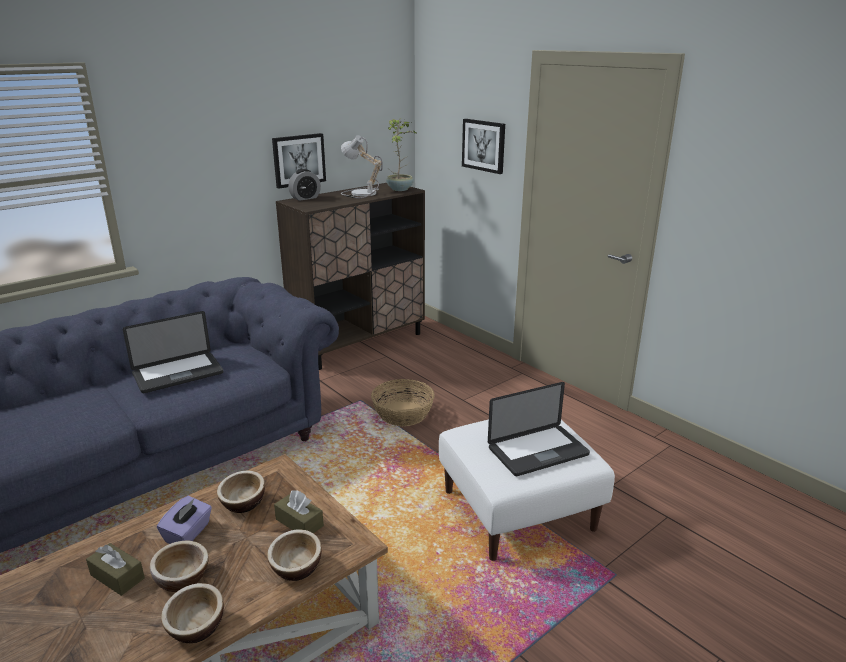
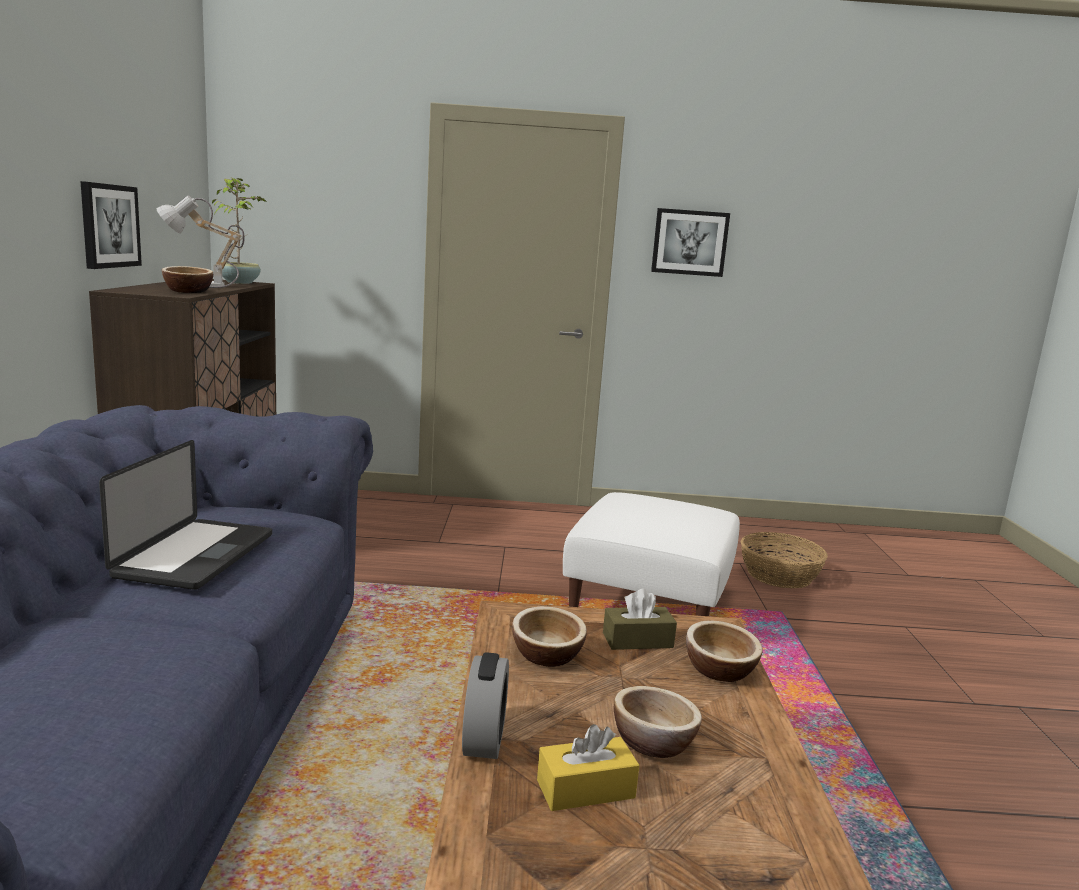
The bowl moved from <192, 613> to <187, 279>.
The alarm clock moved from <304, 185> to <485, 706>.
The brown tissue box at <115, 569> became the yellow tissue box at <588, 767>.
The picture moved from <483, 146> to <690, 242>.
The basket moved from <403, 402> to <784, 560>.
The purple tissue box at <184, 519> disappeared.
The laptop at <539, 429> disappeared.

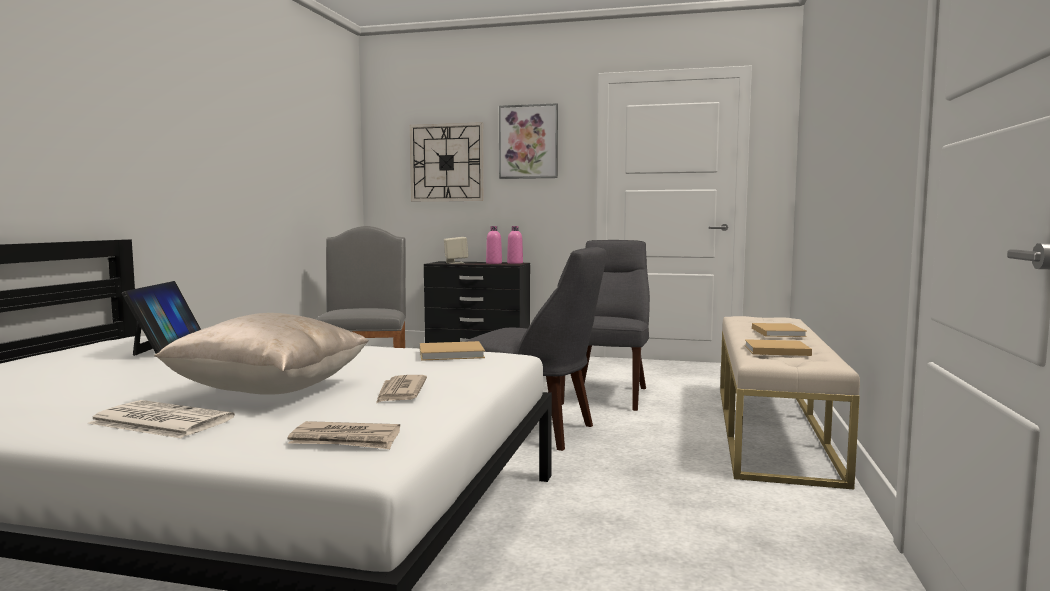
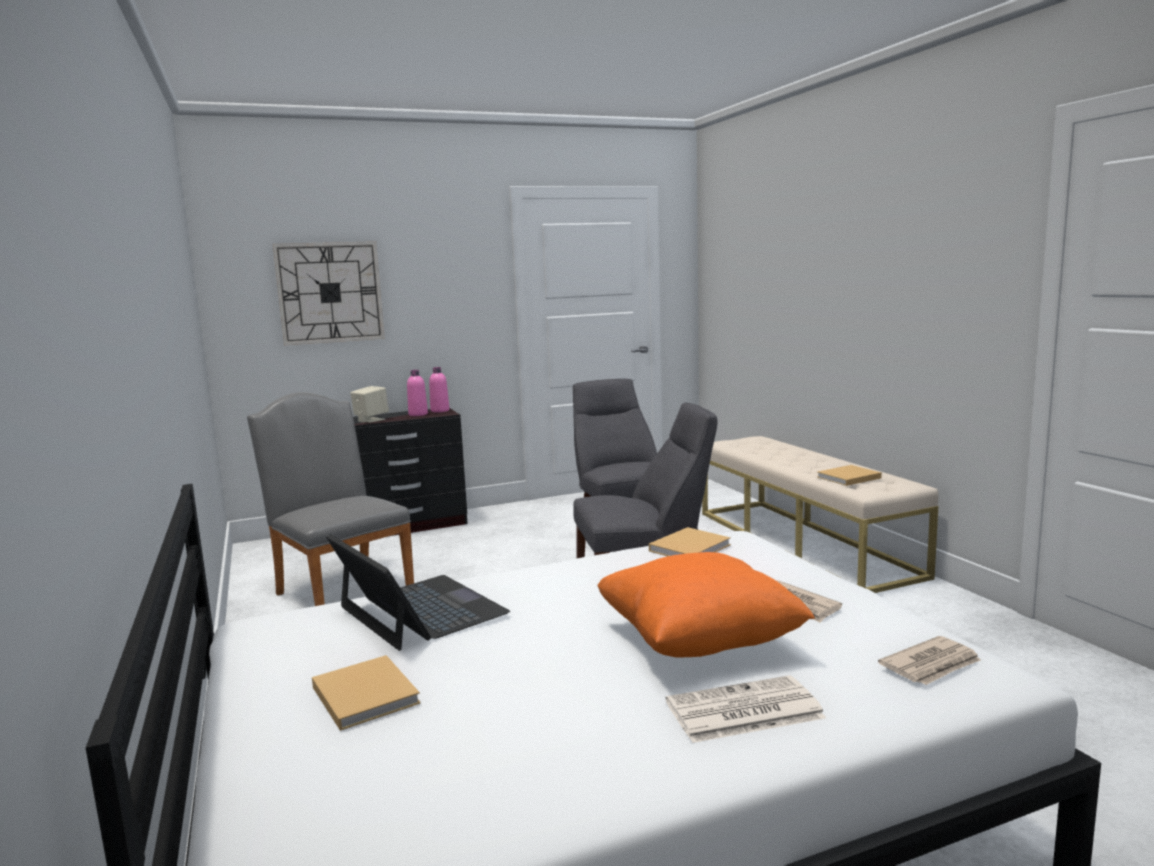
The beige book moved from <779, 330> to <366, 693>.
The beige pillow at <261, 354> became the orange pillow at <706, 604>.
The picture at <528, 141> disappeared.

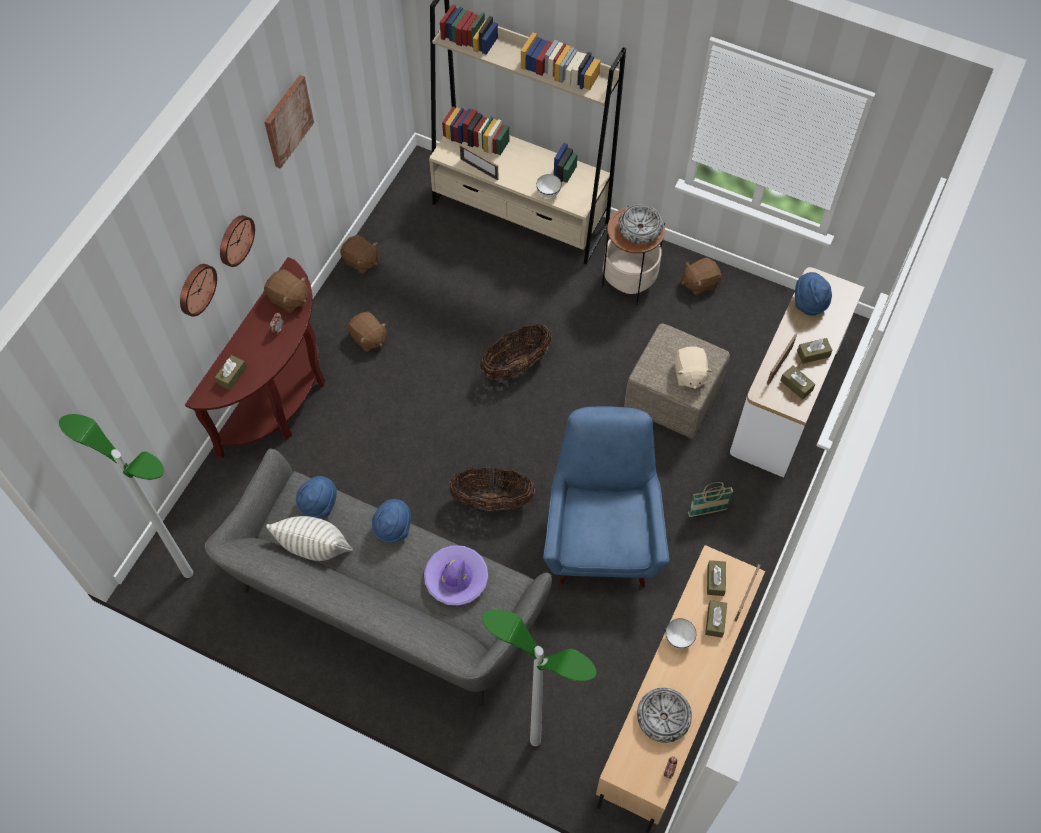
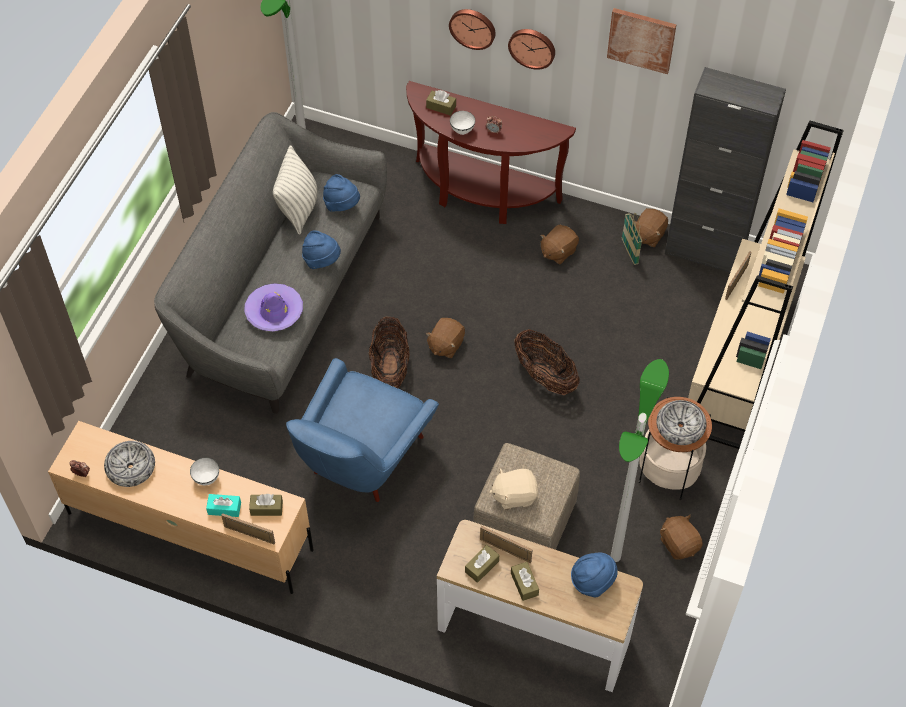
The brown tissue box at <716, 619> became the turquoise tissue box at <223, 505>.
The blue armchair at <606, 496> turned 120 degrees clockwise.
The brown plush toy moved from <286, 291> to <445, 338>.
The white bowl moved from <549, 186> to <462, 123>.
The floor lamp moved from <539, 677> to <640, 460>.
The basket moved from <710, 499> to <632, 239>.
The black cabinet at <725, 169> appeared.

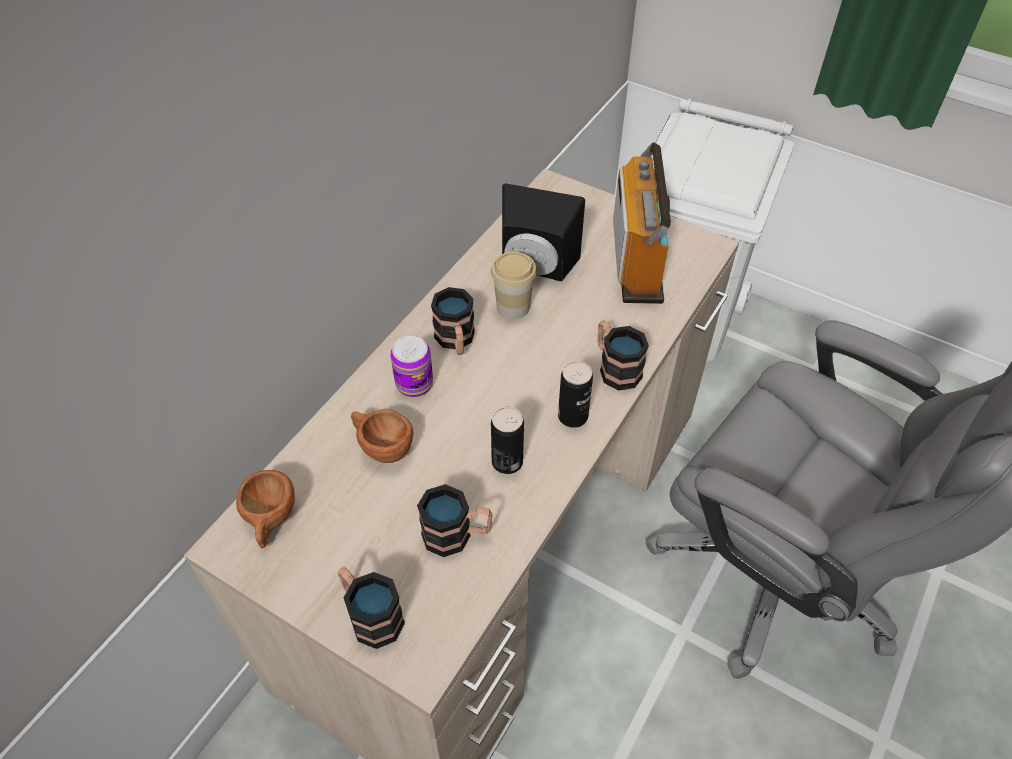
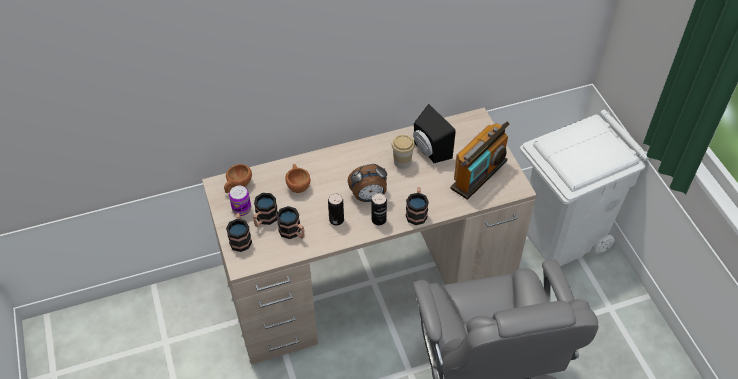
The can moved from <411, 366> to <240, 201>.
The mug moved from <453, 321> to <265, 210>.
The alarm clock at <367, 183> appeared.

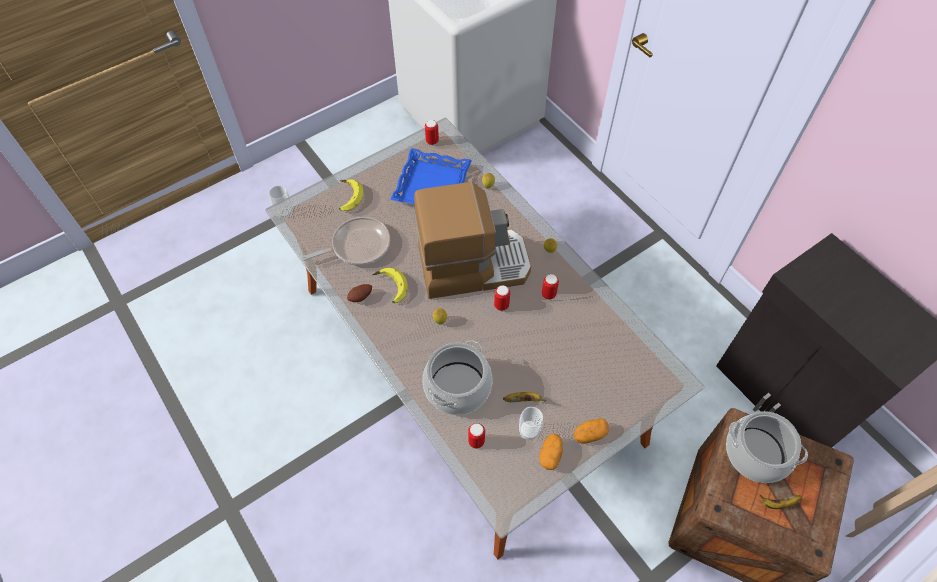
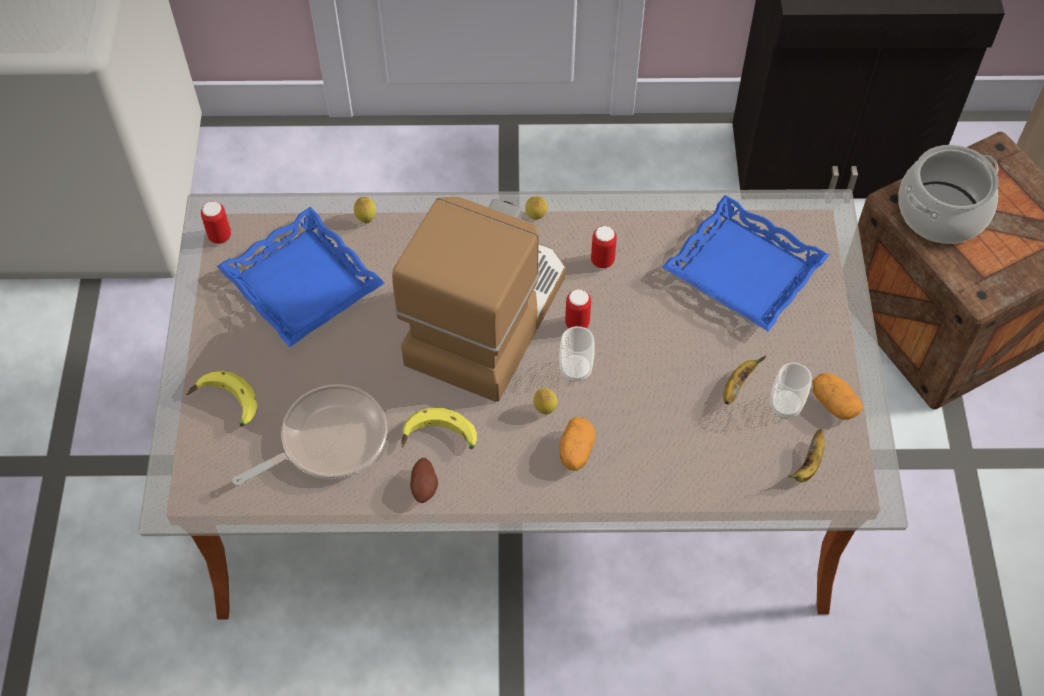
The frying pan at <345, 241> turned 45 degrees clockwise.
The cup moved from <281, 202> to <577, 354>.
The potato moved from <591, 431> to <577, 444>.
The blue tray at <745, 263> appeared.
The banana moved from <781, 502> to <806, 455>.
The cooking pot at <457, 378> disappeared.
The can at <476, 436> disappeared.

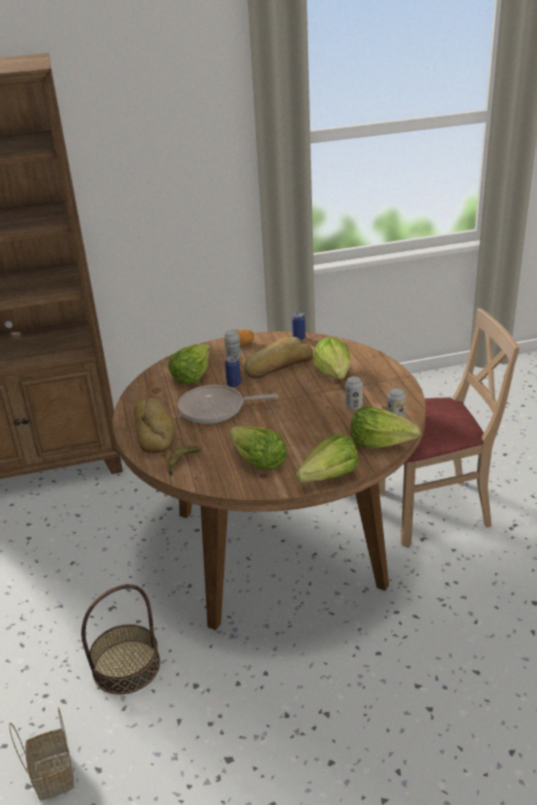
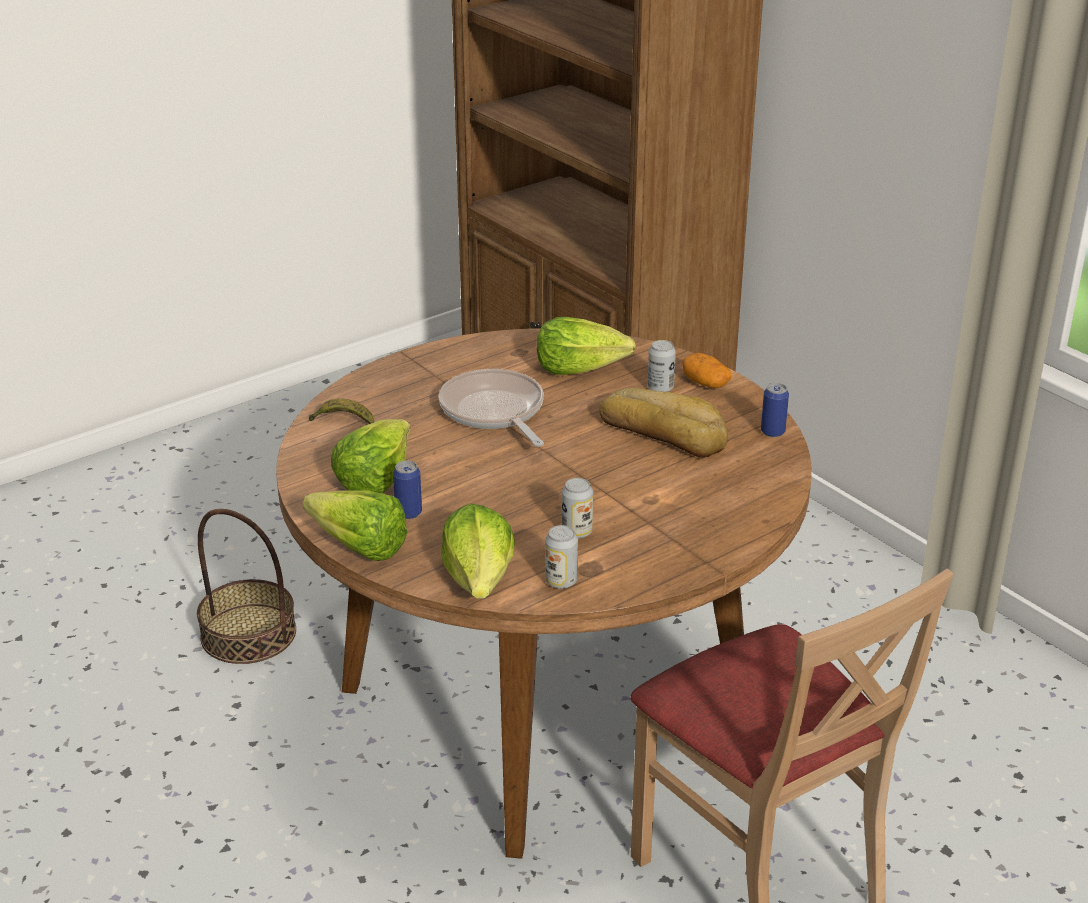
The can moved from <233, 371> to <407, 489>.
The basket at <41, 754> disappeared.
The bread at <155, 425> disappeared.
The lettuce at <332, 358> disappeared.

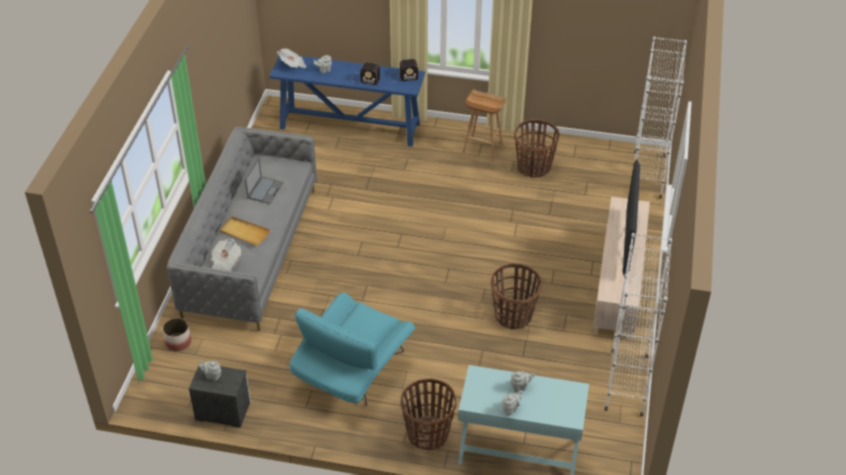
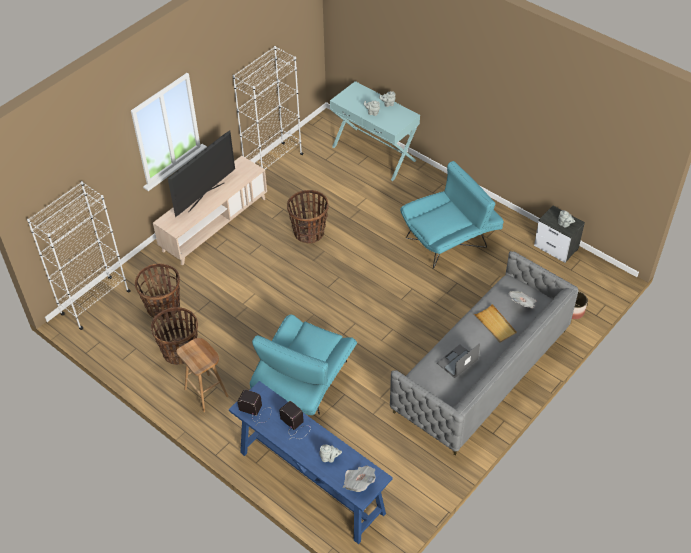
The basket moved from <429, 414> to <157, 292>.
The turquoise armchair at <303, 364> appeared.

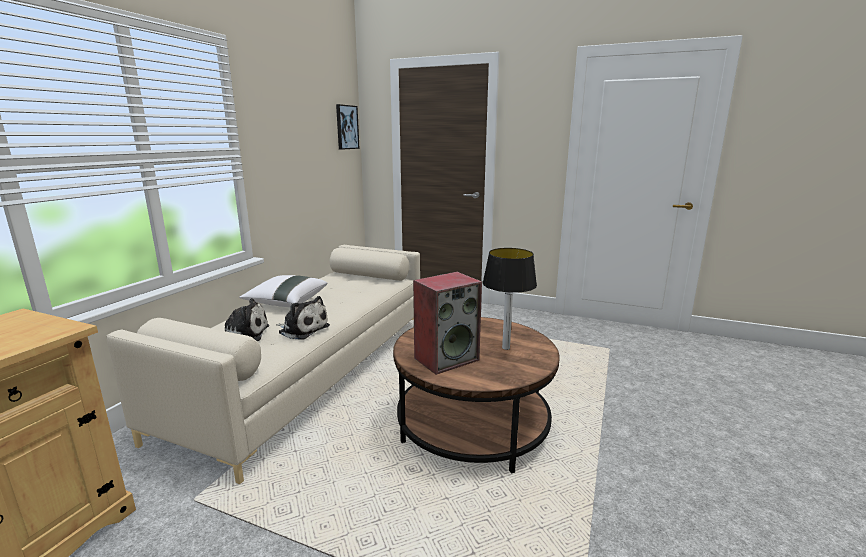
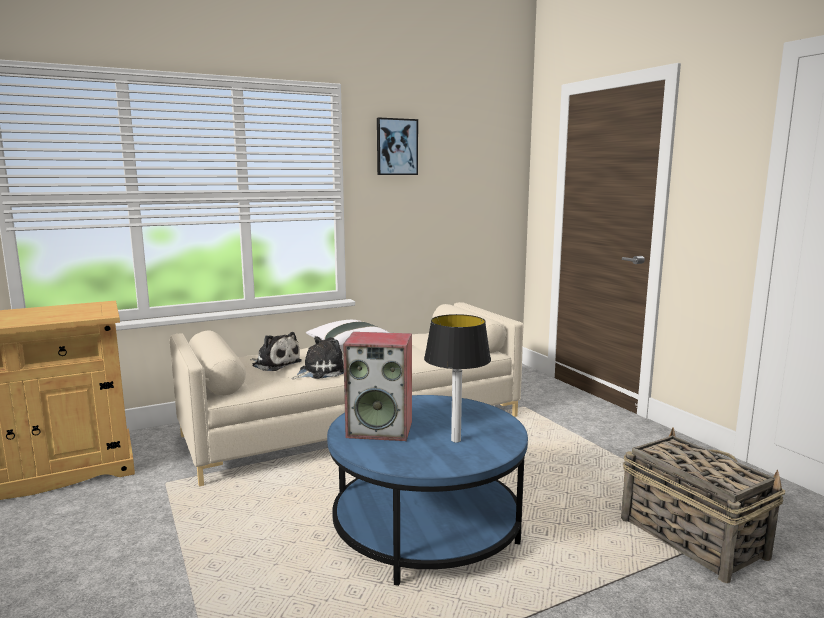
The plush toy at <303, 318> turned 105 degrees counterclockwise.
The brown coffee table at <476, 395> became the blue coffee table at <427, 490>.
The picture moved from <348, 127> to <397, 146>.
The basket at <703, 505> appeared.

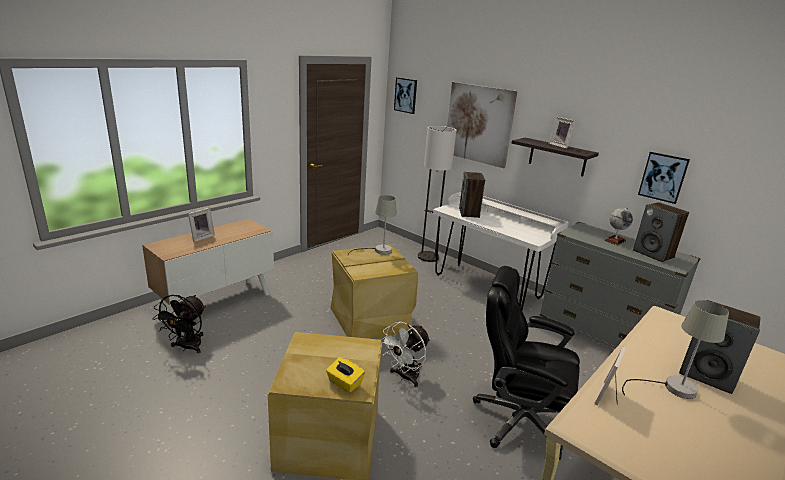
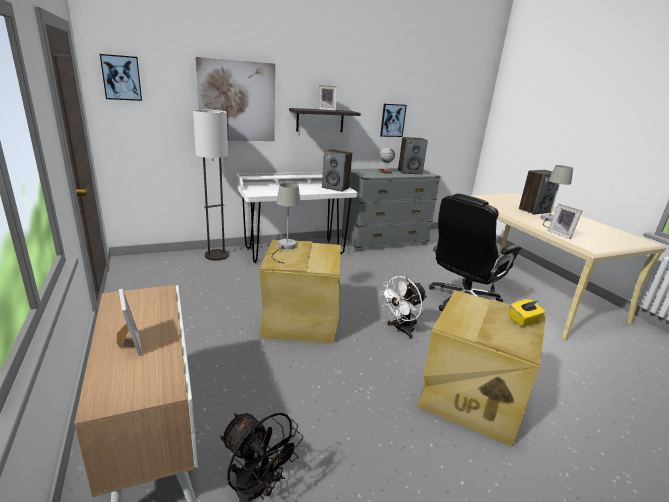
The speaker moved from <472, 194> to <337, 170>.
The white fan at <405, 354> turned 75 degrees clockwise.

